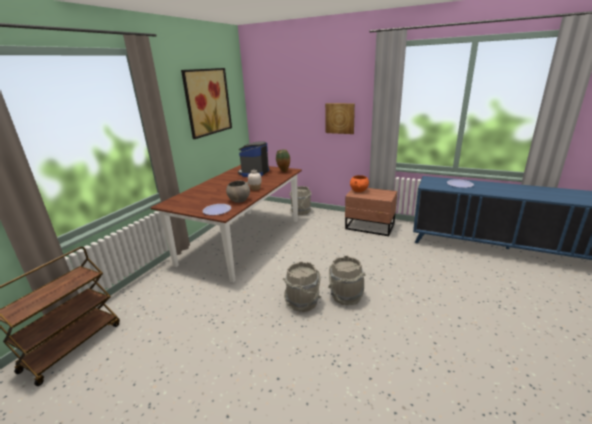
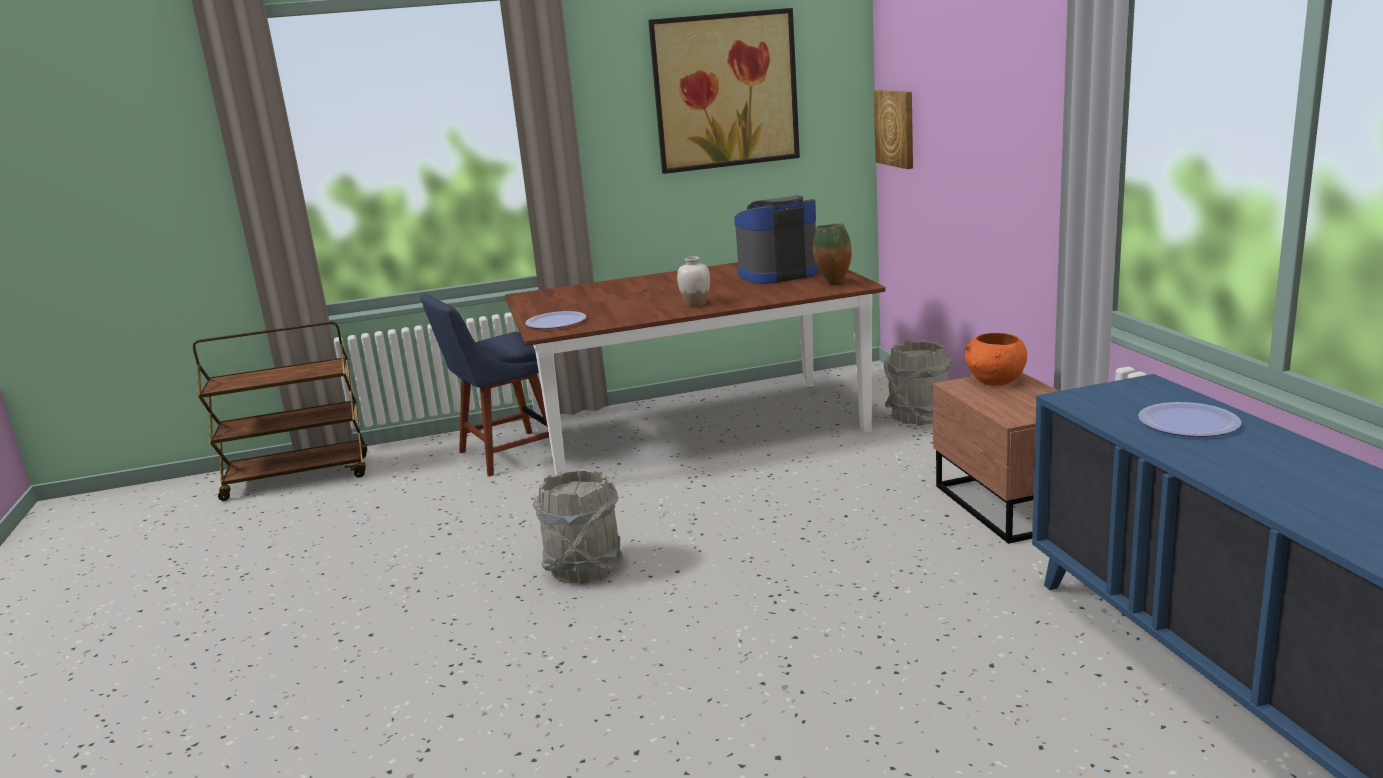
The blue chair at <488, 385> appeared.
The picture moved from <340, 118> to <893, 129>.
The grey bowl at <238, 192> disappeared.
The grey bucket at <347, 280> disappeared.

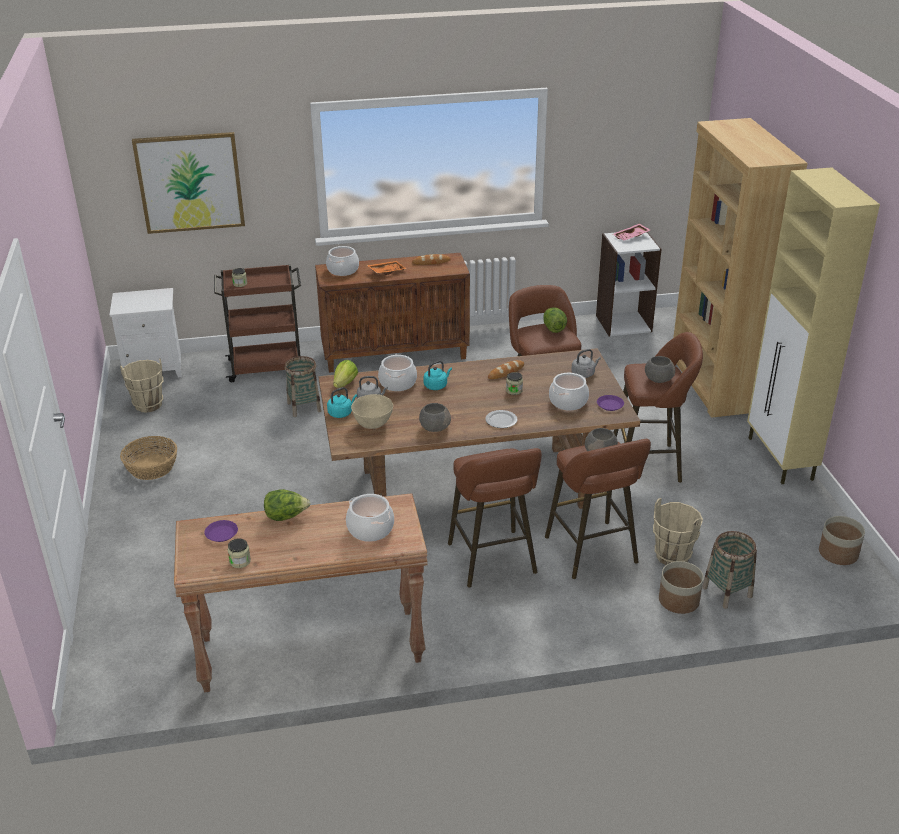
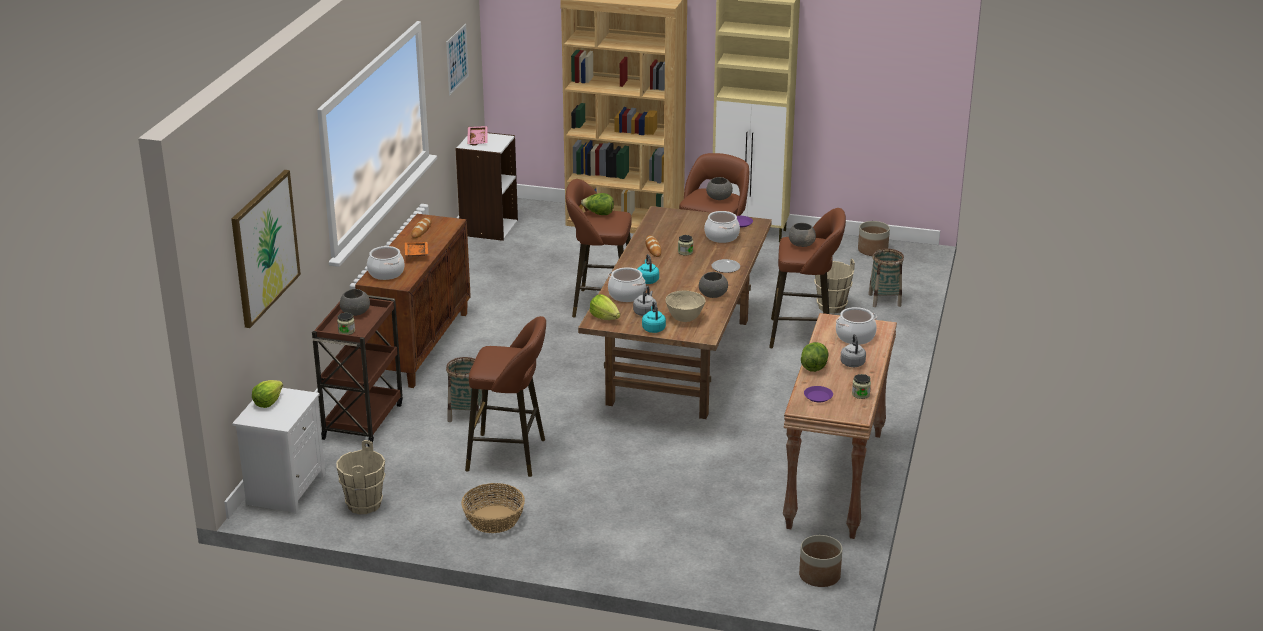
The lettuce at <267, 394> appeared.
The grey bowl at <355, 302> appeared.
The picture at <457, 59> appeared.
The brown stool moved from <495, 517> to <505, 396>.
The planter moved from <681, 587> to <821, 561>.
The grey kettle moved from <586, 363> to <853, 350>.

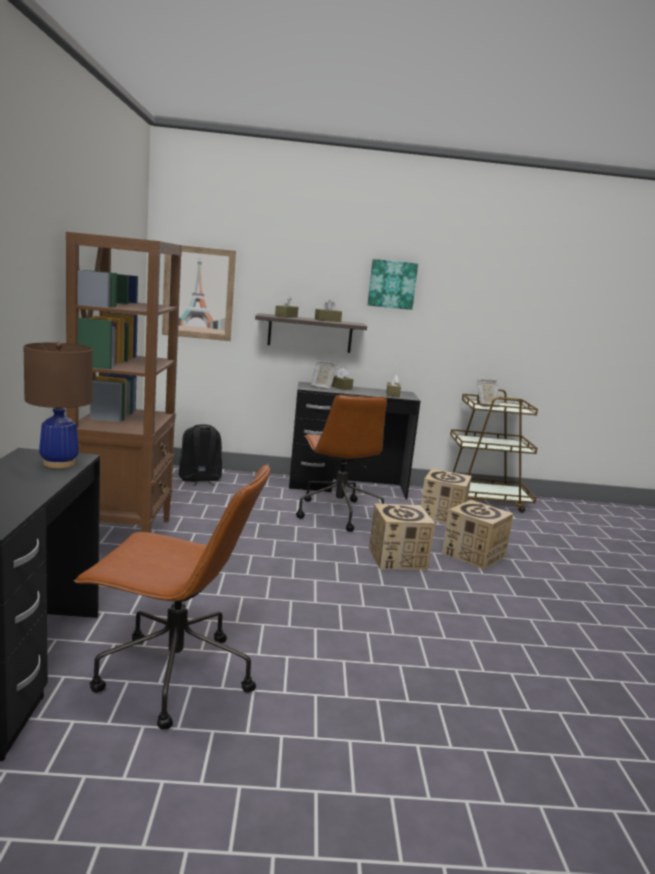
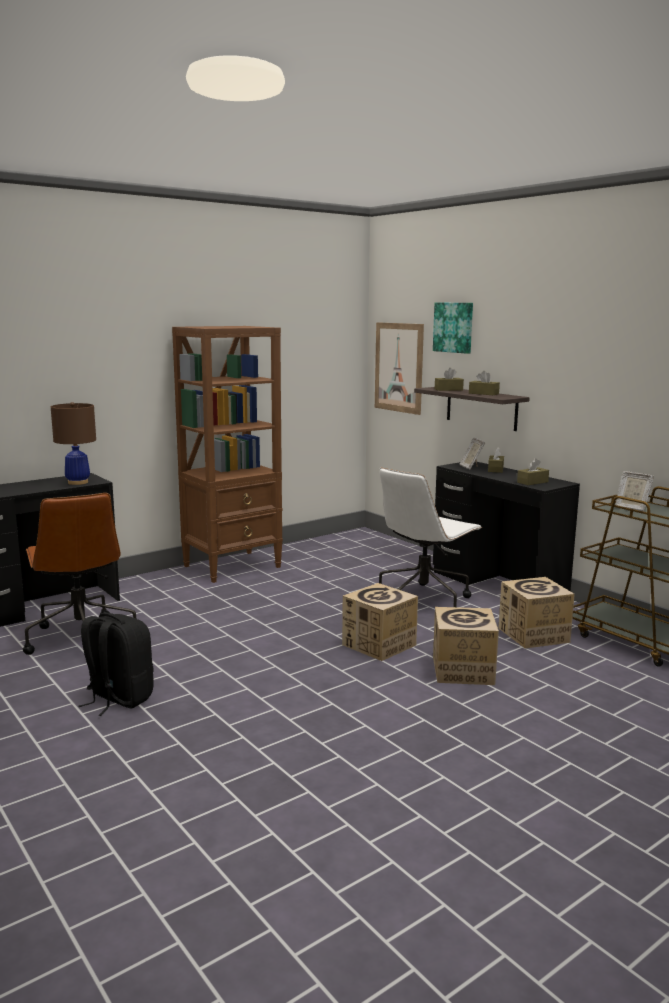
The black backpack moved from <200, 455> to <116, 664>.
The brown office chair at <341, 463> became the white office chair at <431, 537>.
The picture moved from <393, 284> to <453, 328>.

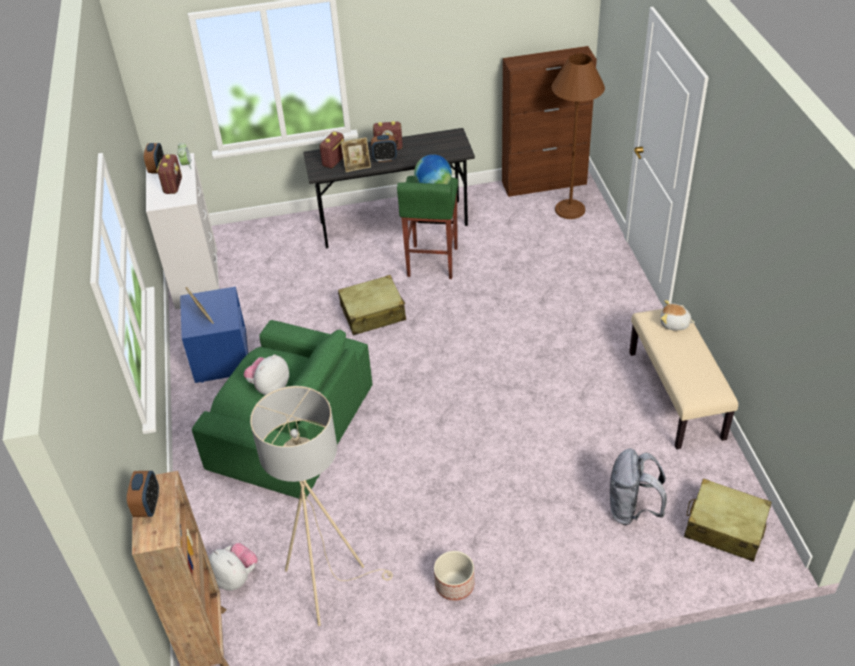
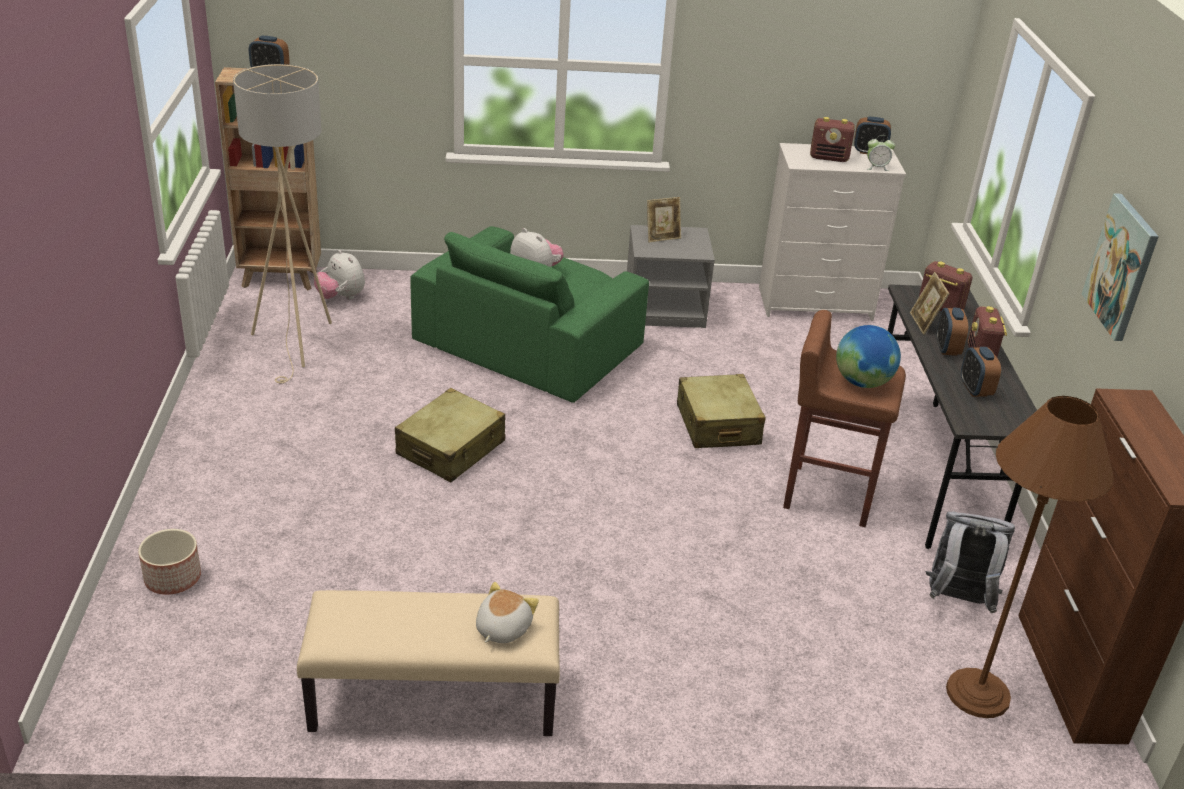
The planter moved from <454, 575> to <169, 562>.
The plush toy at <233, 567> turned 90 degrees clockwise.
The beige suitcase moved from <728, 520> to <450, 435>.
The blue nightstand at <214, 335> became the grey nightstand at <671, 276>.
The green stool at <427, 227> became the brown stool at <844, 418>.
The grey backpack moved from <638, 486> to <970, 562>.
The alarm clock at <981, 372> appeared.
The picture at <1120, 267> appeared.

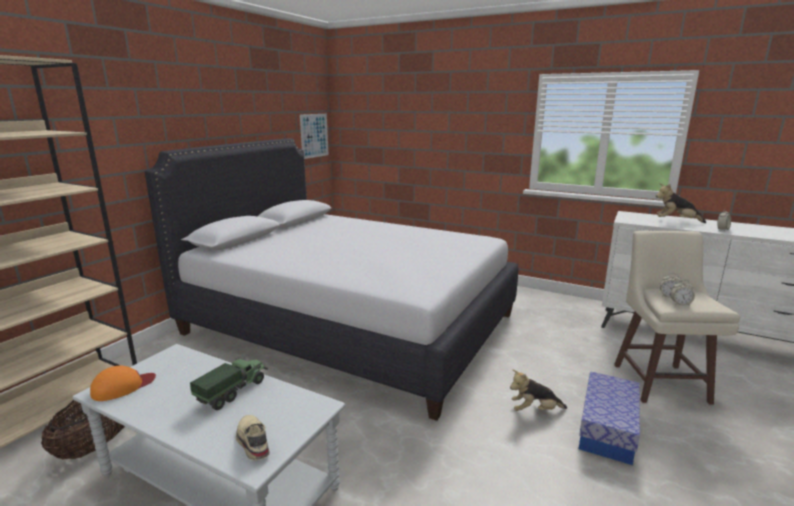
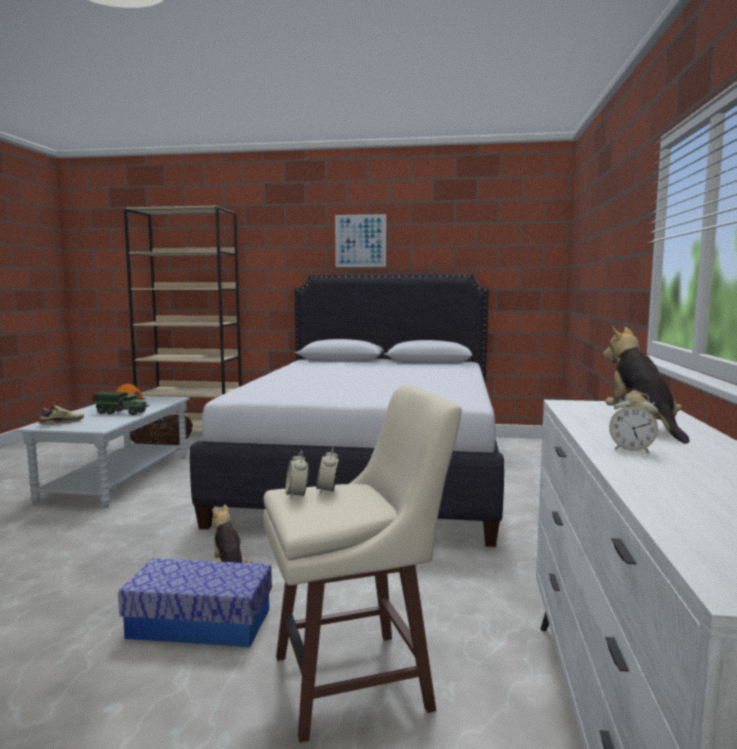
The picture moved from <314, 136> to <360, 240>.

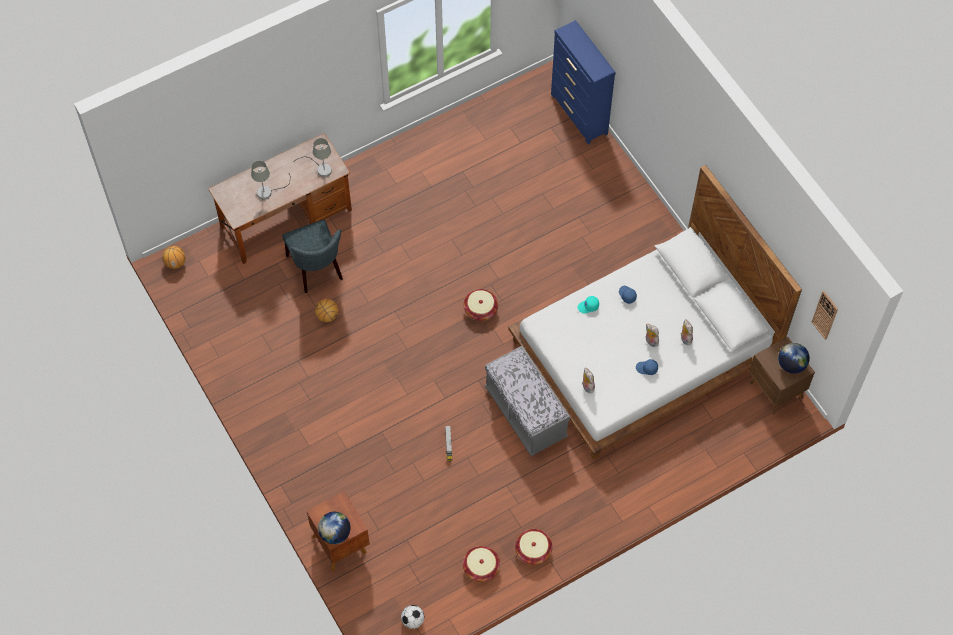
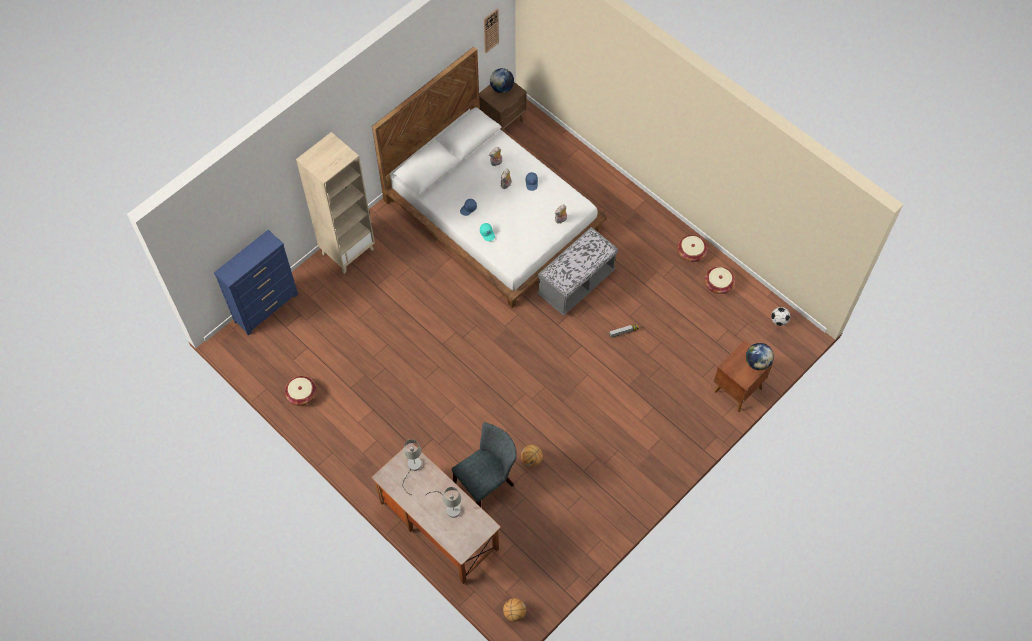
The basket moved from <480, 305> to <301, 391>.
The beige bookcase at <335, 203> appeared.

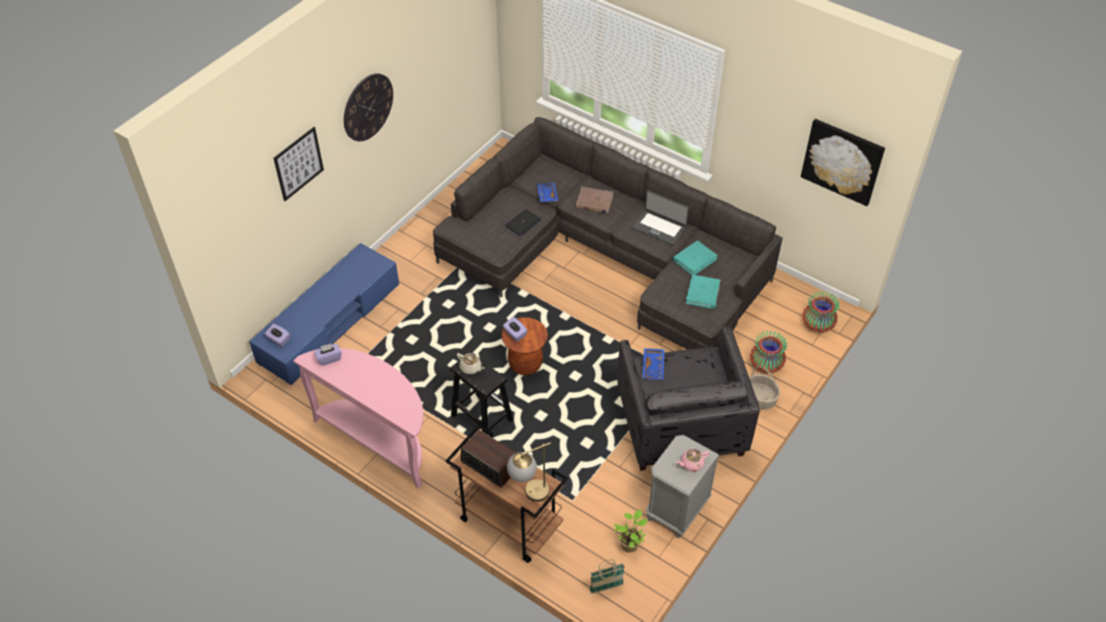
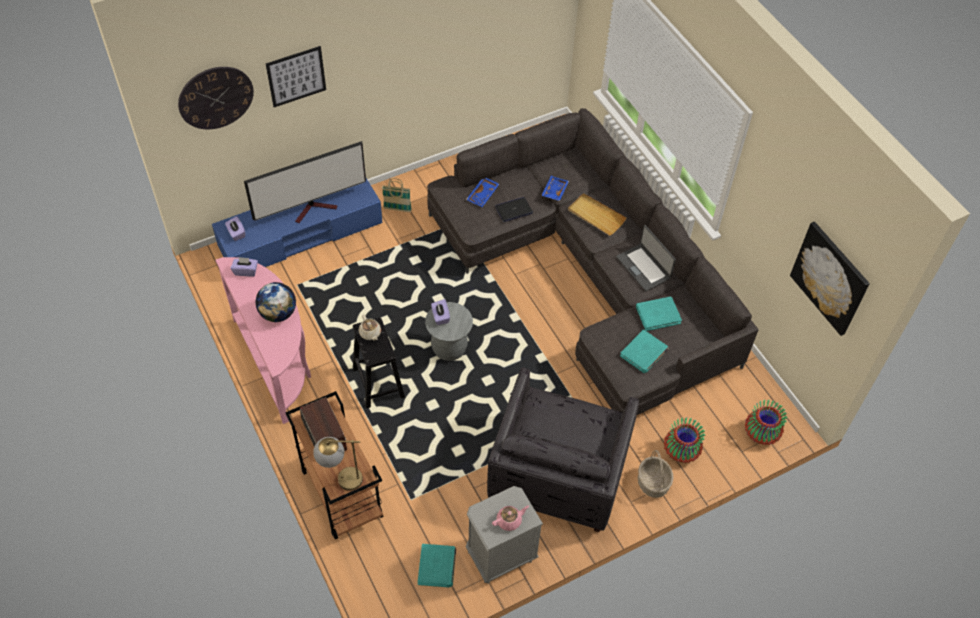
The wall clock moved from <368, 107> to <216, 98>.
The television at <305, 182> appeared.
The globe at <275, 302> appeared.
The basket moved from <607, 576> to <397, 195>.
The potted plant at <630, 531> was replaced by the turquoise book at <437, 566>.
The brown stool at <525, 346> became the grey stool at <449, 331>.
The blue tray moved from <653, 364> to <482, 192>.
The pink teapot at <692, 460> turned 150 degrees clockwise.
The brown book at <594, 200> was replaced by the beige tray at <597, 214>.

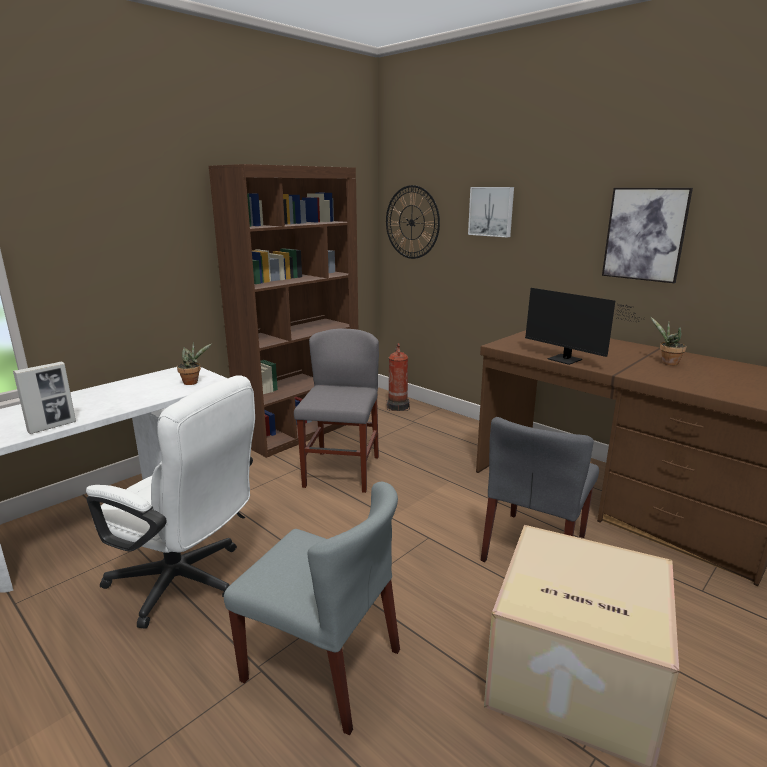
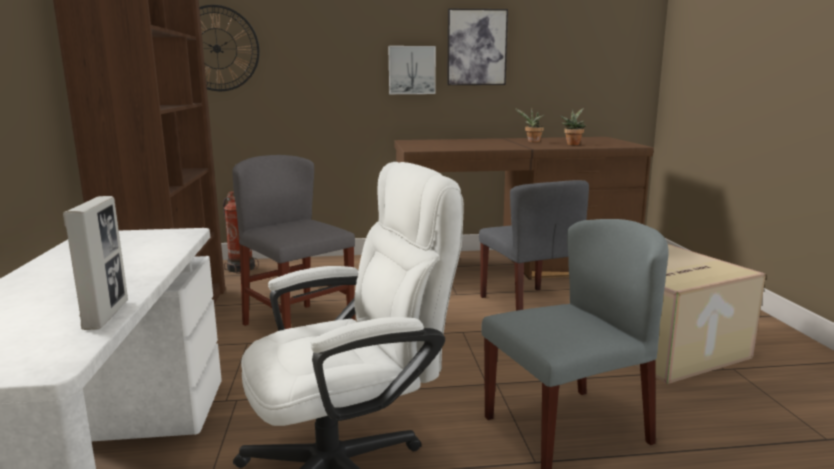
The picture moved from <491, 212> to <412, 70>.
The potted plant moved from <194, 363> to <573, 126>.
The monitor at <585, 326> disappeared.

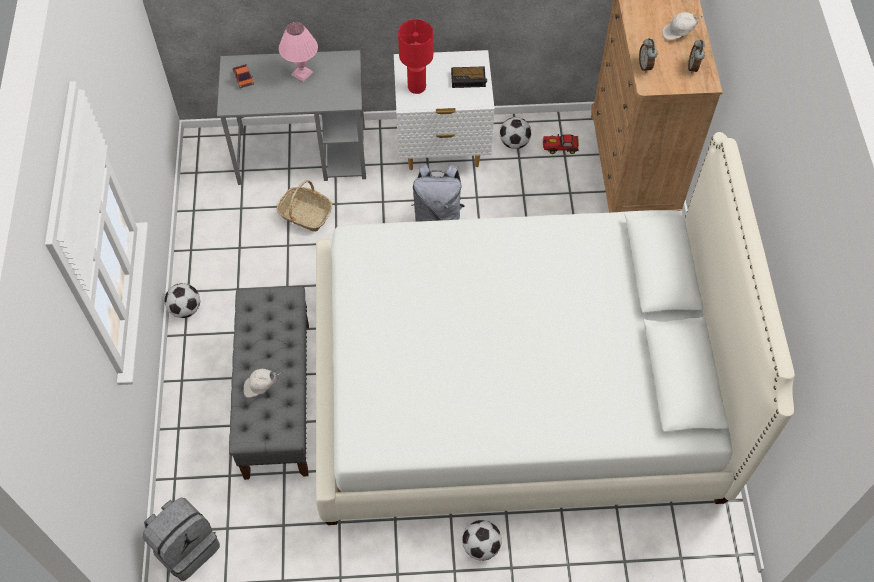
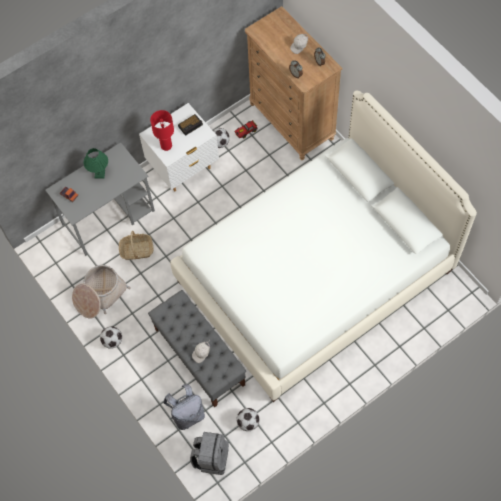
The basket at <101, 292> appeared.
The pink table lamp at <298, 52> became the green table lamp at <96, 163>.
The grey backpack moved from <438, 193> to <184, 407>.
The football moved from <482, 540> to <248, 419>.

